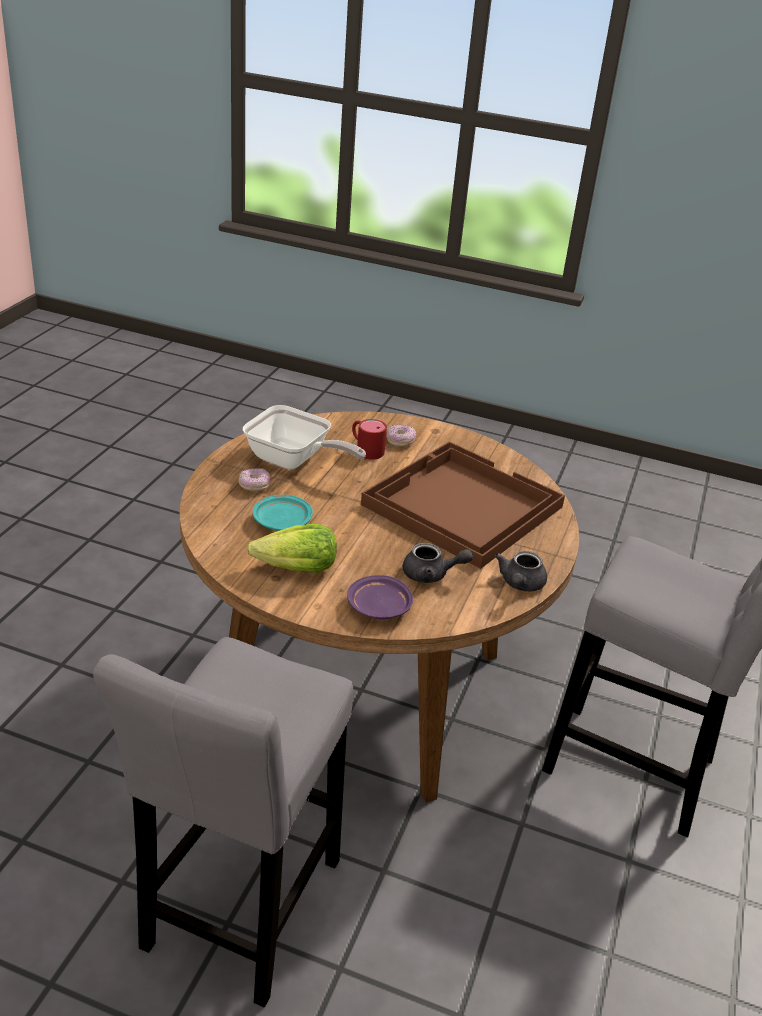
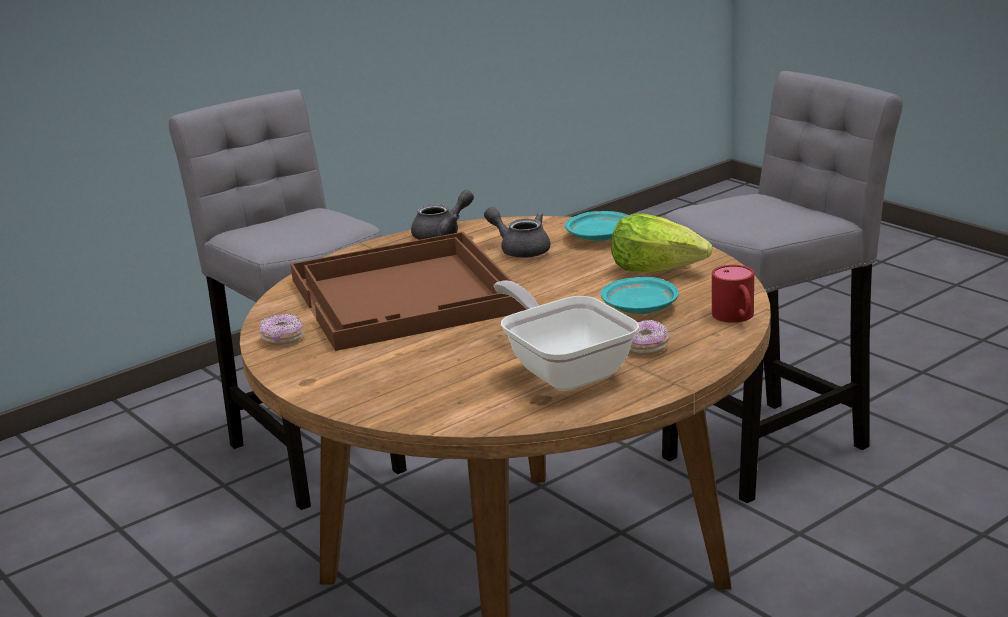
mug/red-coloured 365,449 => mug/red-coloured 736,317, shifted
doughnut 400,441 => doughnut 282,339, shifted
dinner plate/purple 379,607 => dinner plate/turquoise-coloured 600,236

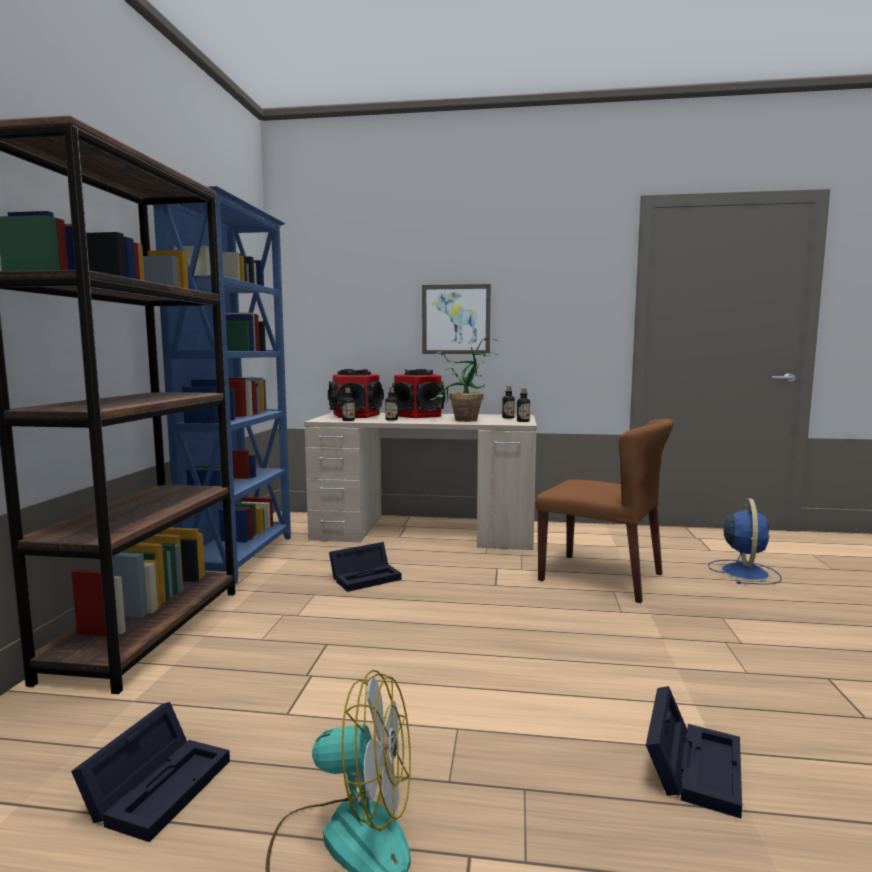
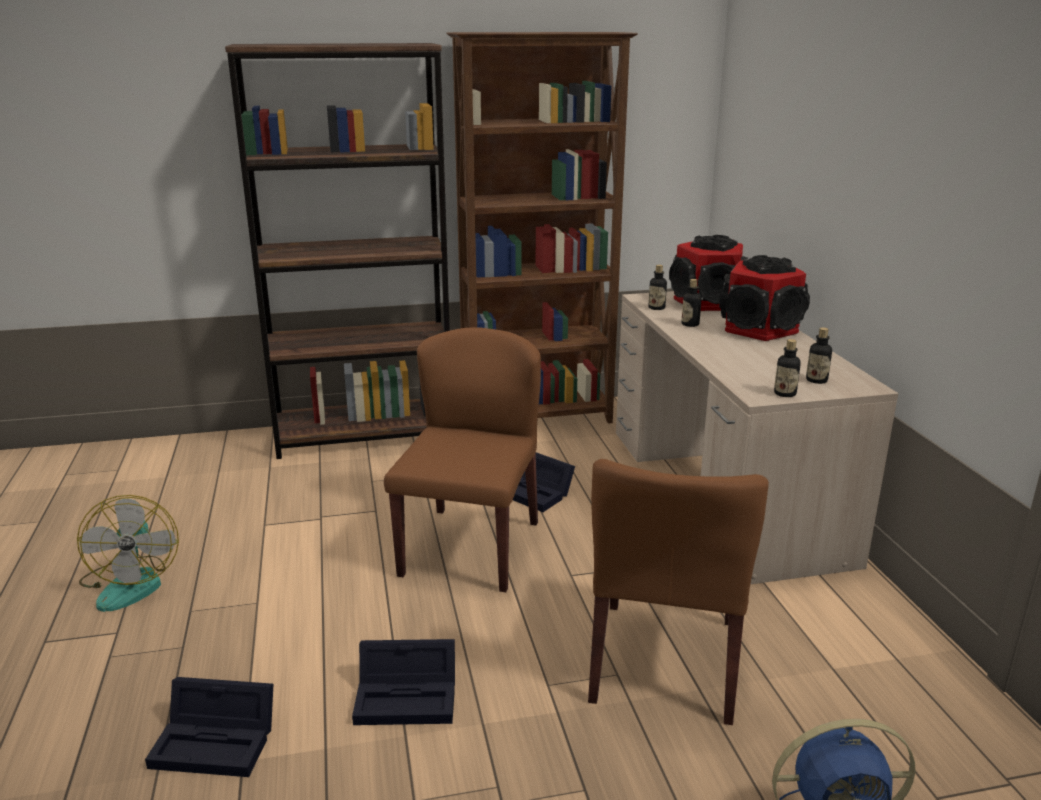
bookcase/blue 242,557 => bookcase/brown 538,418
wall art 456,319 => nothing
houseplant 463,421 => nothing
storage bin/black-coloured 159,785 => storage bin/black-coloured 409,696, shifted
nothing => upright chair/brown 470,547

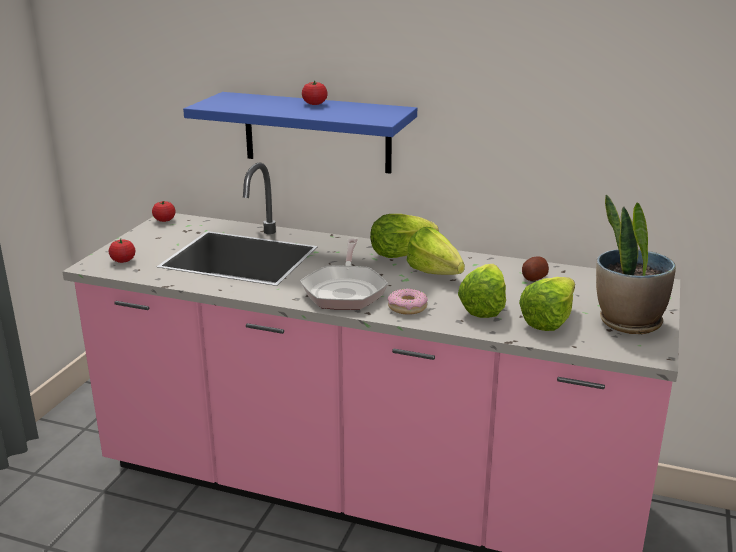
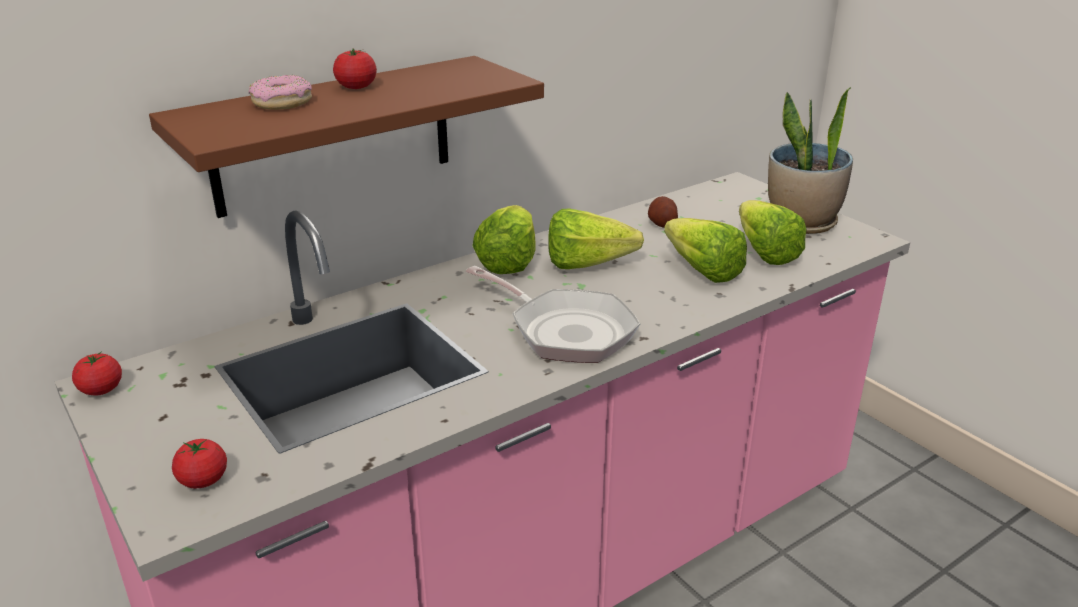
wall shelf/blue 317,132 => wall shelf/brown 333,135
doughnut 407,307 => doughnut 282,102, shifted

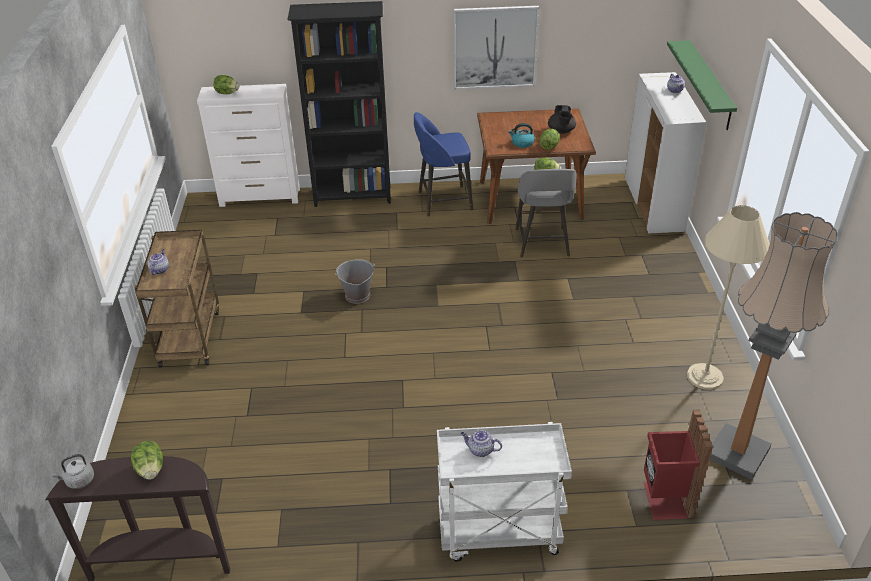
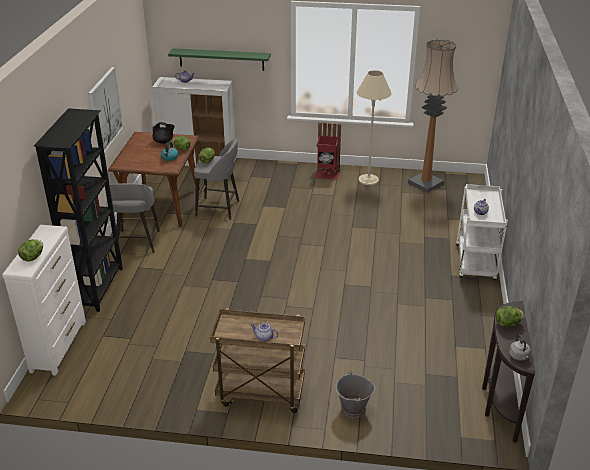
stool/blue 443,201 => stool/gray 137,243
water bucket/gray 357,295 => water bucket/gray 353,409, shifted
trash can/red-coloured 665,500 => trash can/red-coloured 327,174, shifted

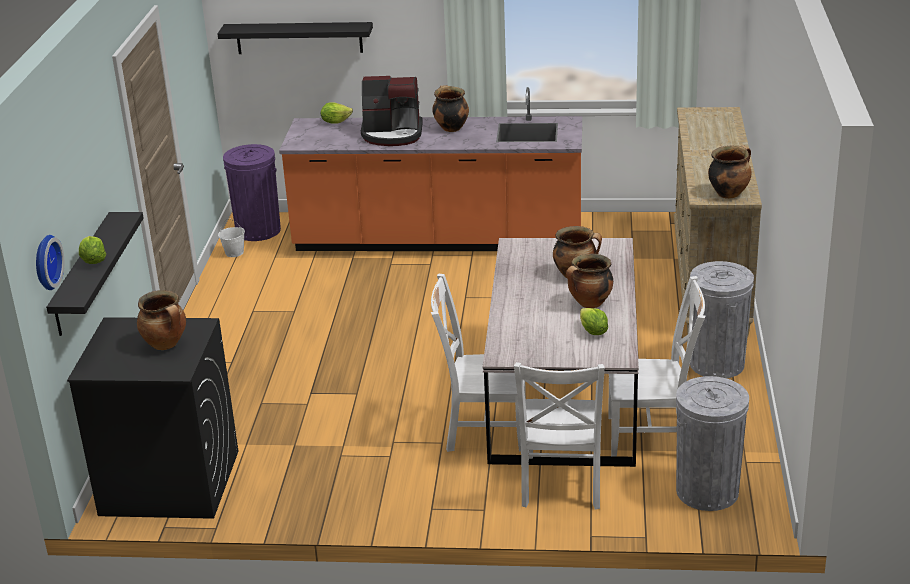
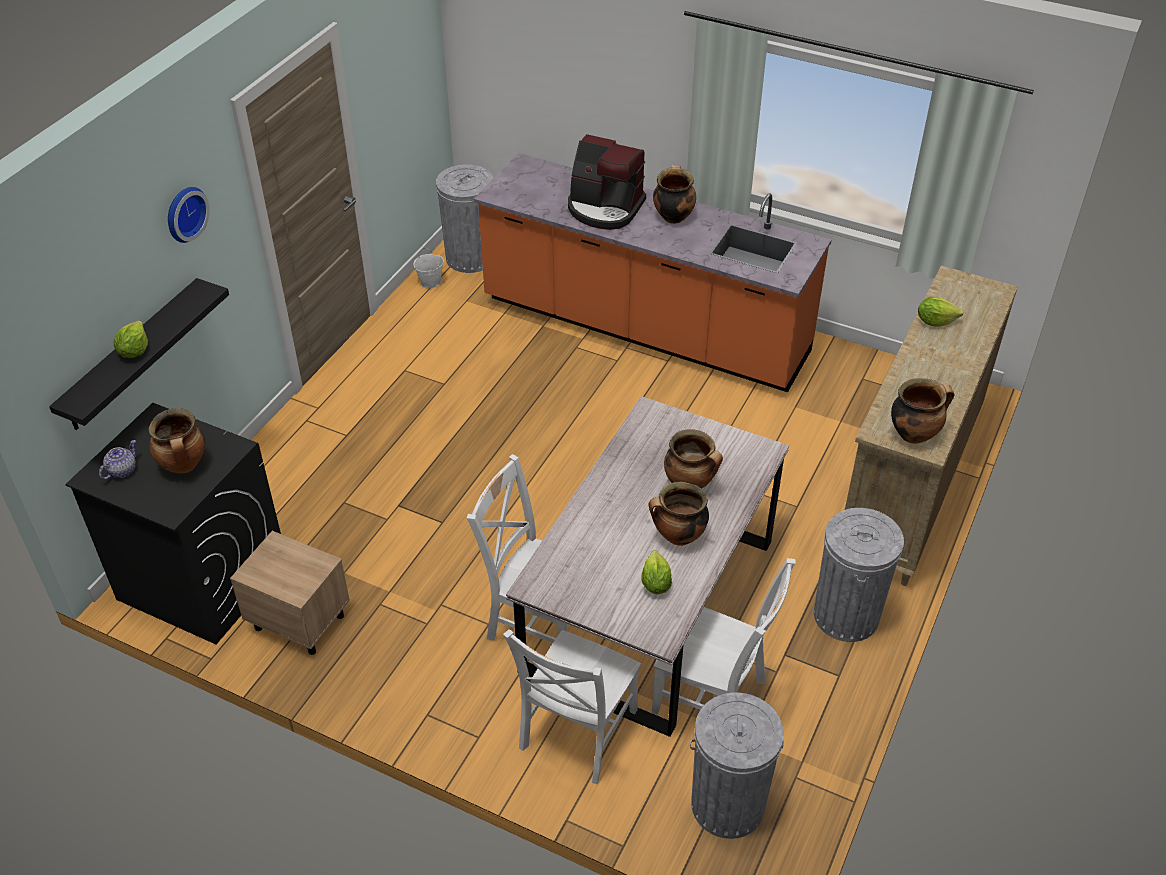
wall shelf/black-coloured 299,38 => nothing
lettuce head 335,122 => lettuce head 935,321, shifted
trash can/purple 258,230 => trash can/gray 470,257
hanging clock 44,262 => hanging clock 183,213, shifted
nothing => teapot 121,470
nothing => nightstand/beige 298,621

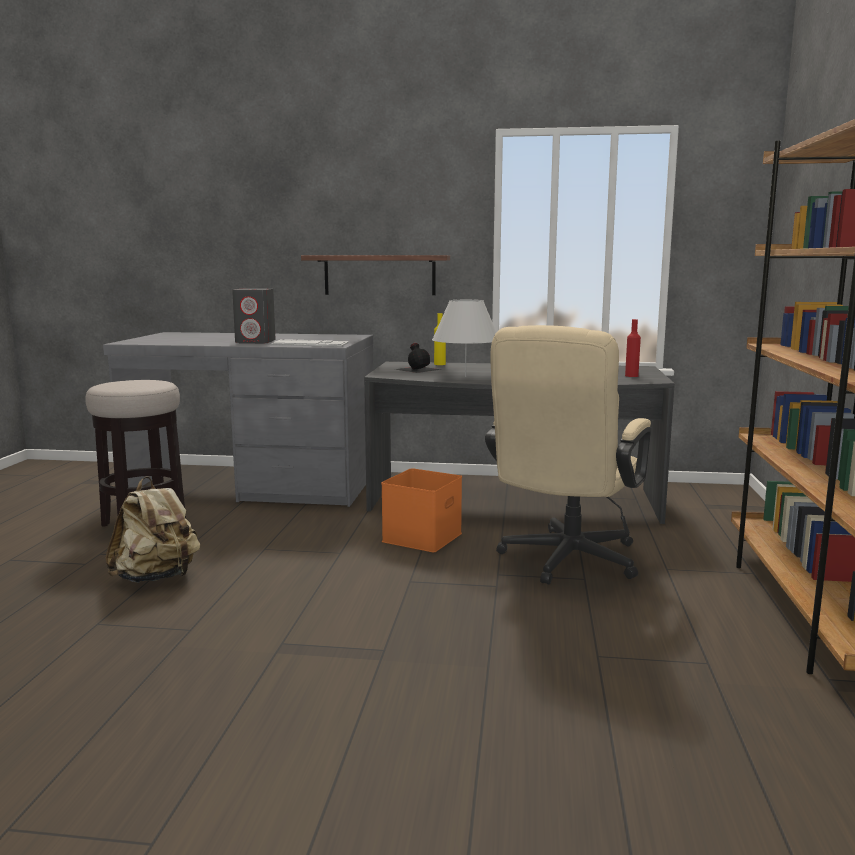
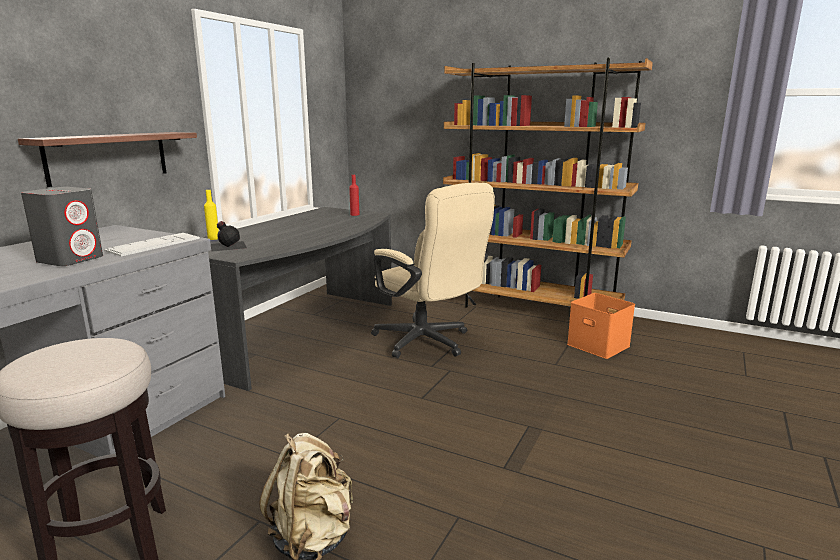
tabletop lamp/white 465,376 => nothing
storage bin/orange-coloured 422,538 => storage bin/orange-coloured 599,345, shifted

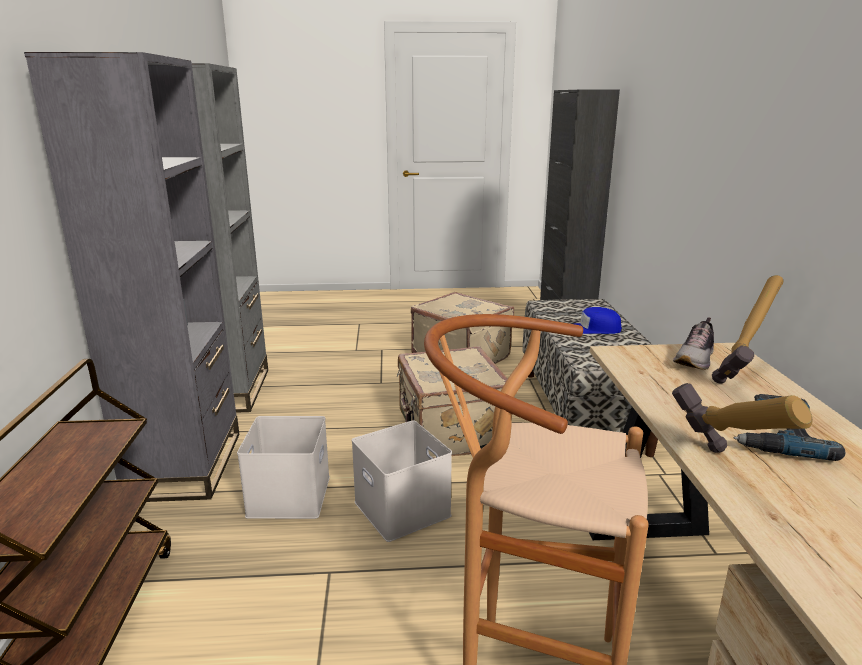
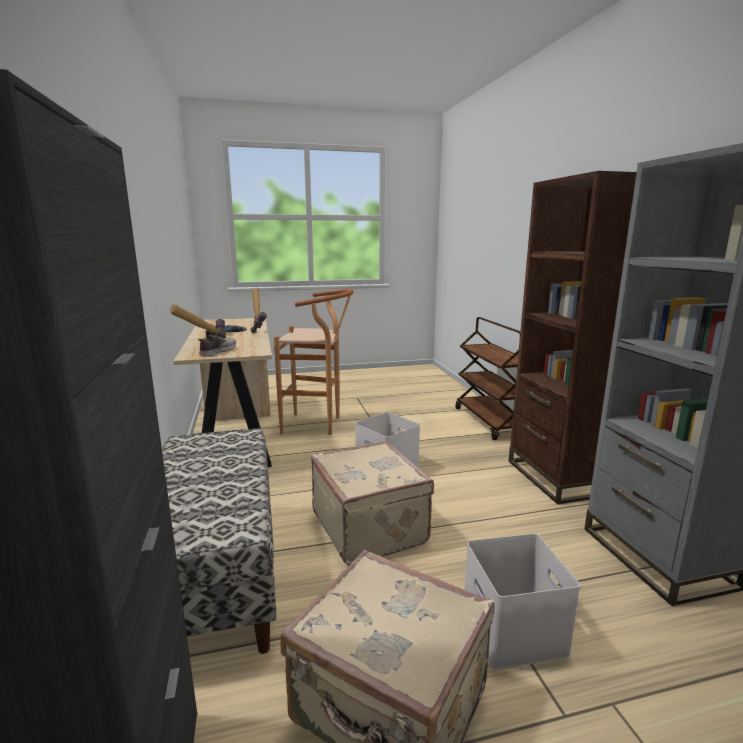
bookcase/gray 186,465 => bookcase/brown 557,477
baseball cap/blue 593,330 => nothing
storage bin/white 288,495 => storage bin/white 515,630, shifted

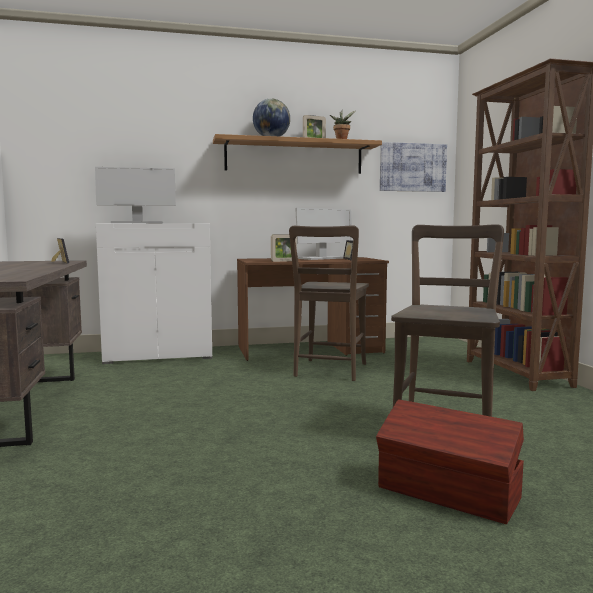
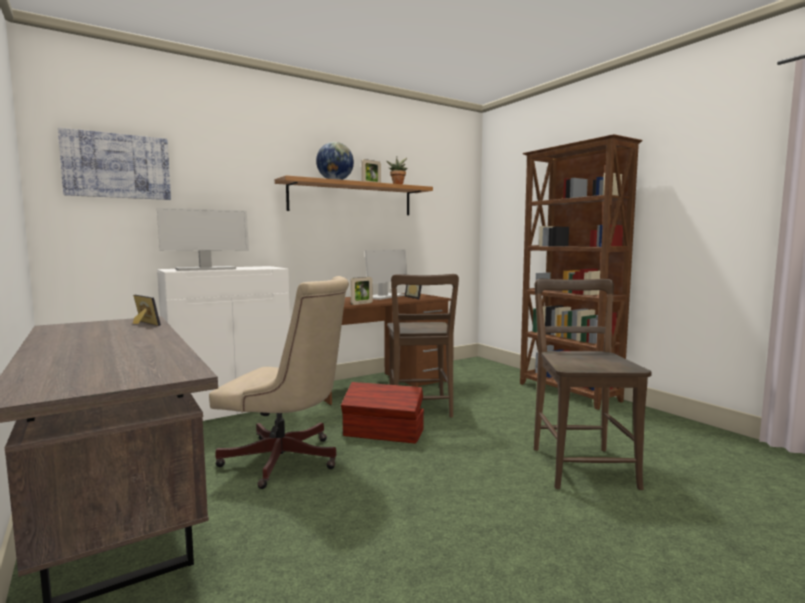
wall art 412,167 => wall art 117,166, shifted
storage bin/brown 448,494 => storage bin/brown 384,433, shifted
nothing => computer chair/beige 287,461

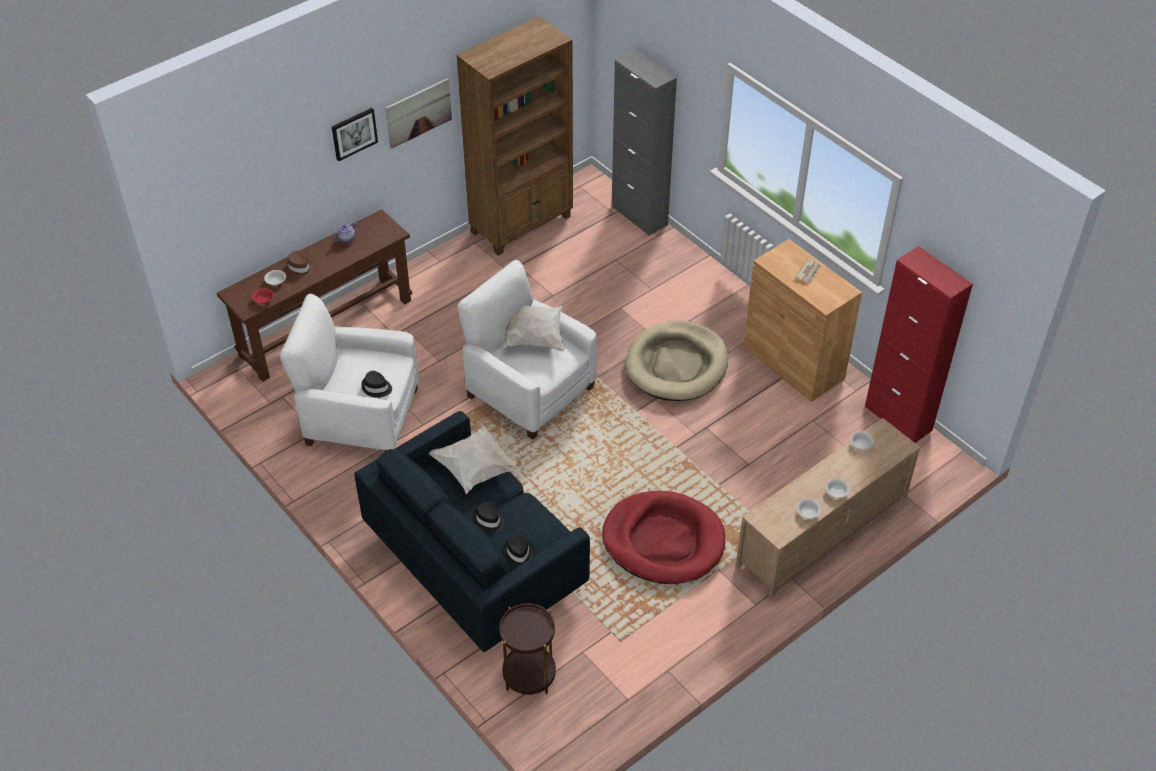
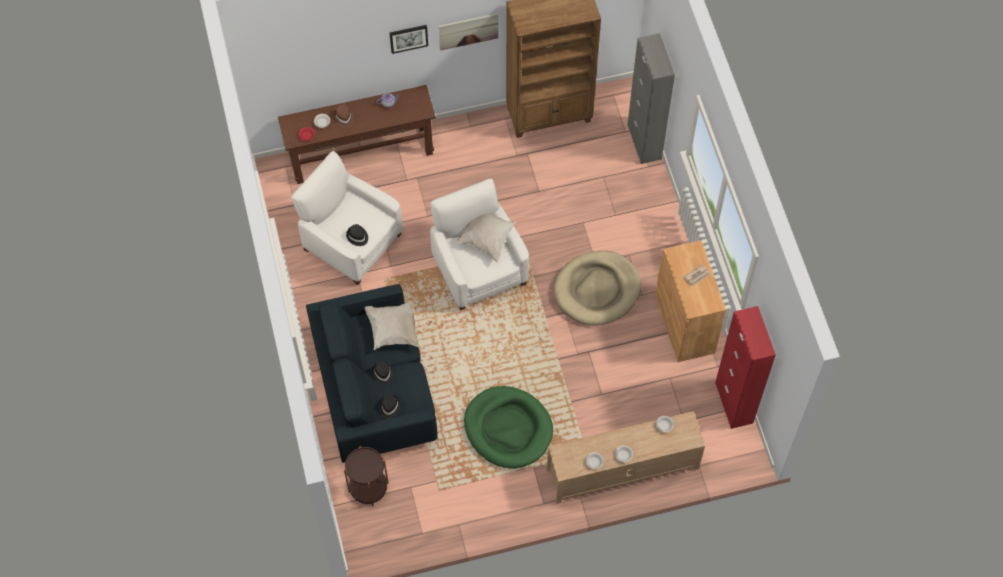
dog cushion/red-coloured 663,541 => dog cushion/green 508,429

